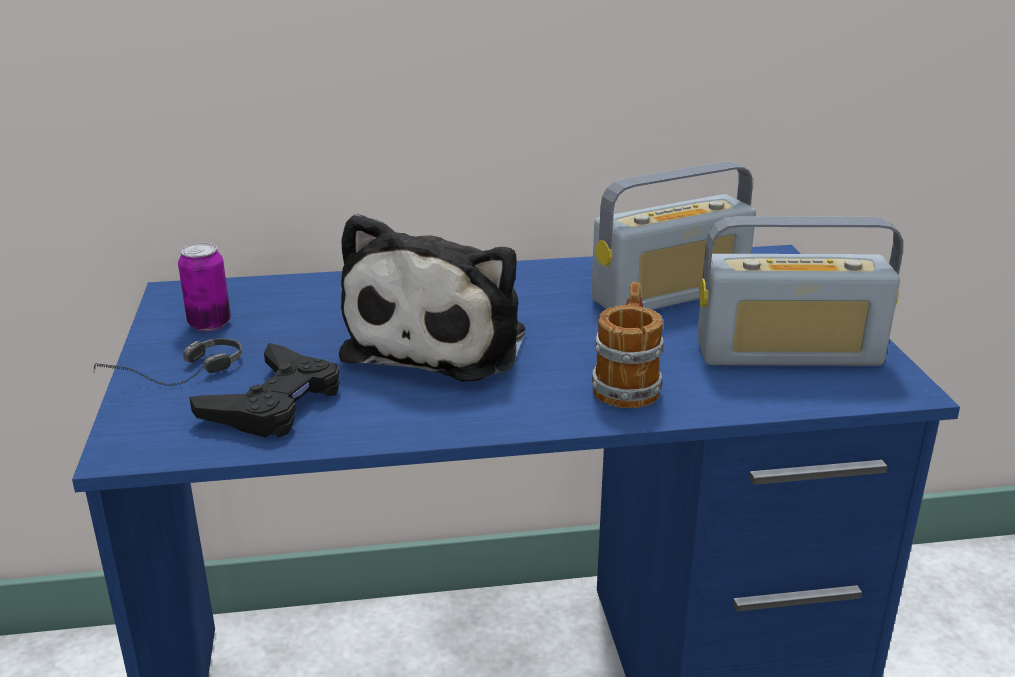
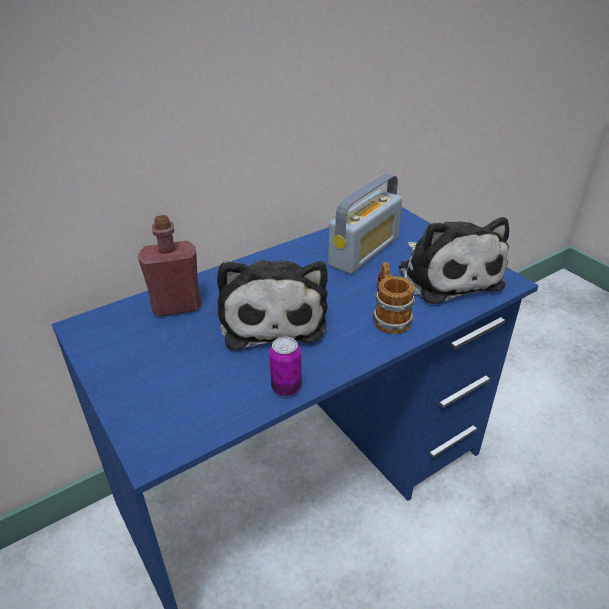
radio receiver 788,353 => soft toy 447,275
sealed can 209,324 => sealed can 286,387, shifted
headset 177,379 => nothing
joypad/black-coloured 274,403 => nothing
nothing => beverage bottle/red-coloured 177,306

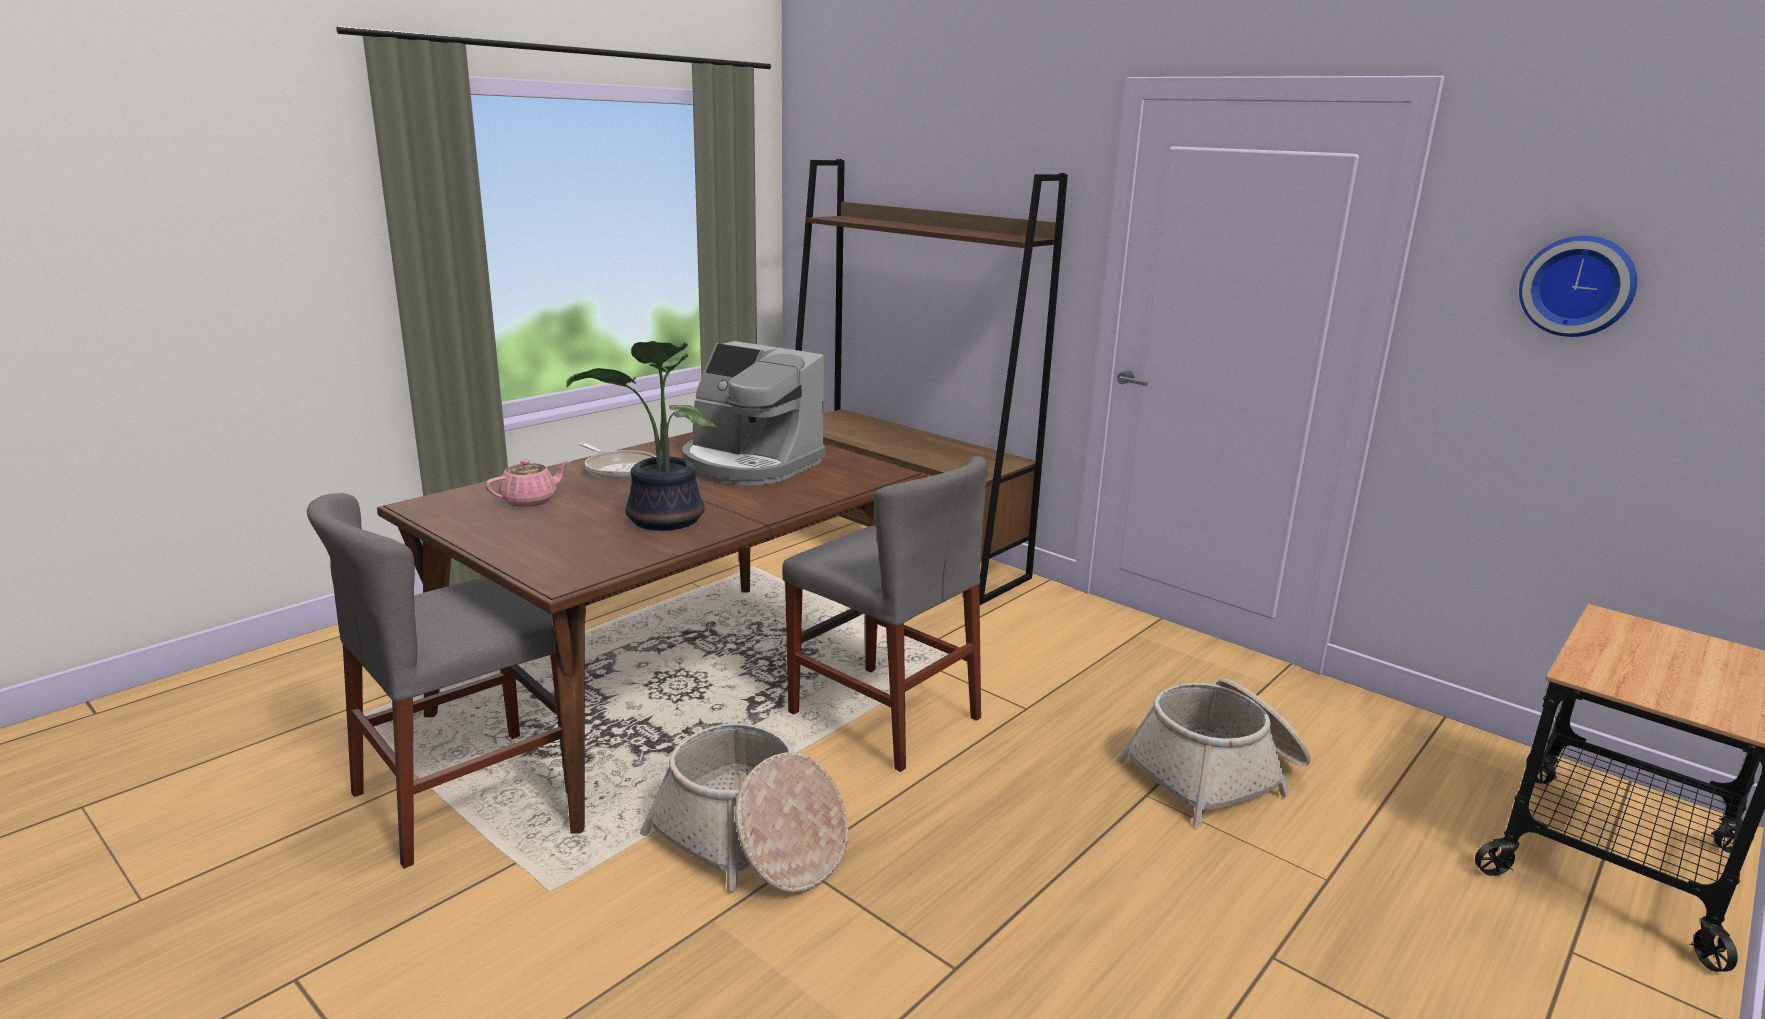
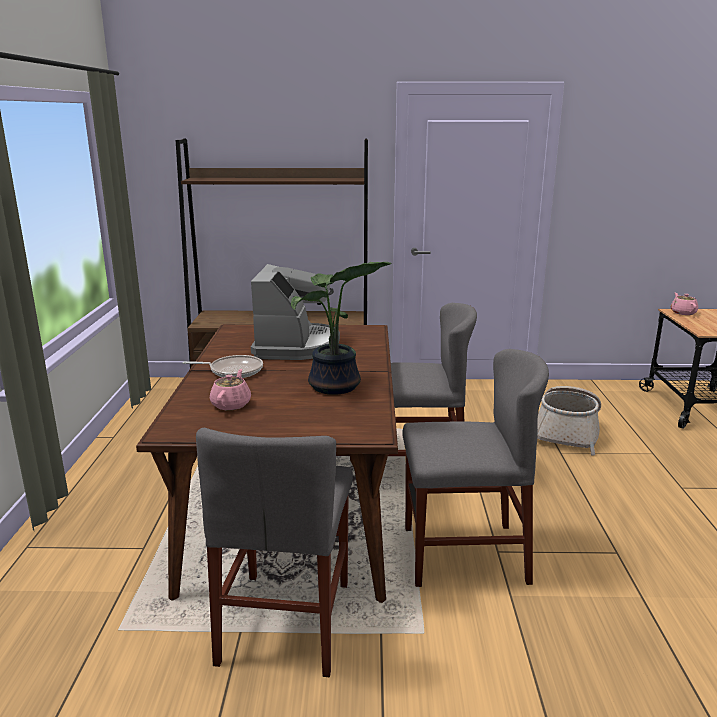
hanging clock 1578,286 => nothing
coffee brewer 749,464 => coffee brewer 296,346, 75 degrees counterclockwise
household basket 750,841 => upright chair/gray 464,554
nothing => teapot/pinkish 682,312

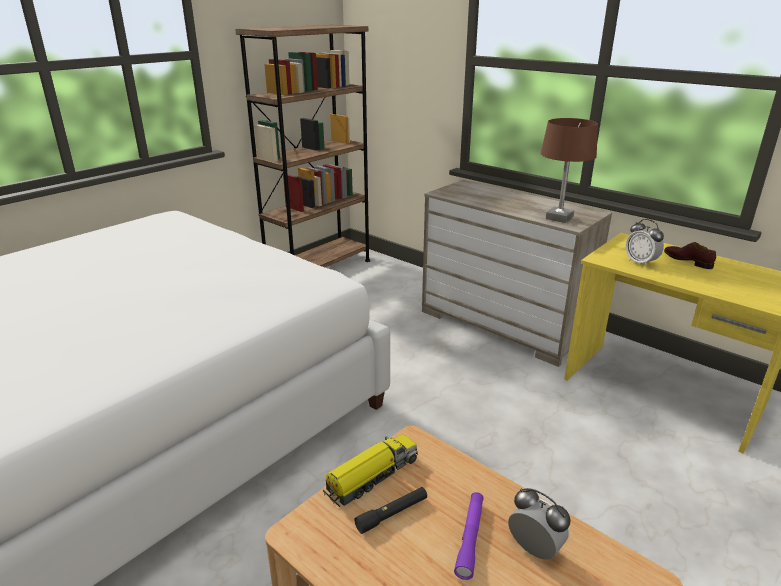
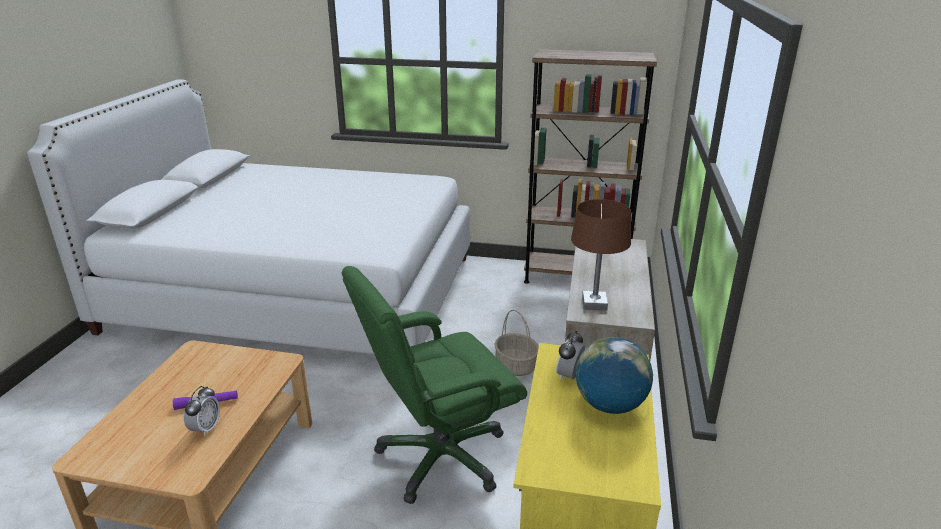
shoe/brown 687,260 => globe 610,405
toy truck 371,476 => nothing
hand torch/black-coloured 392,514 => nothing
nothing => computer chair/green 440,457
nothing => household basket 515,366

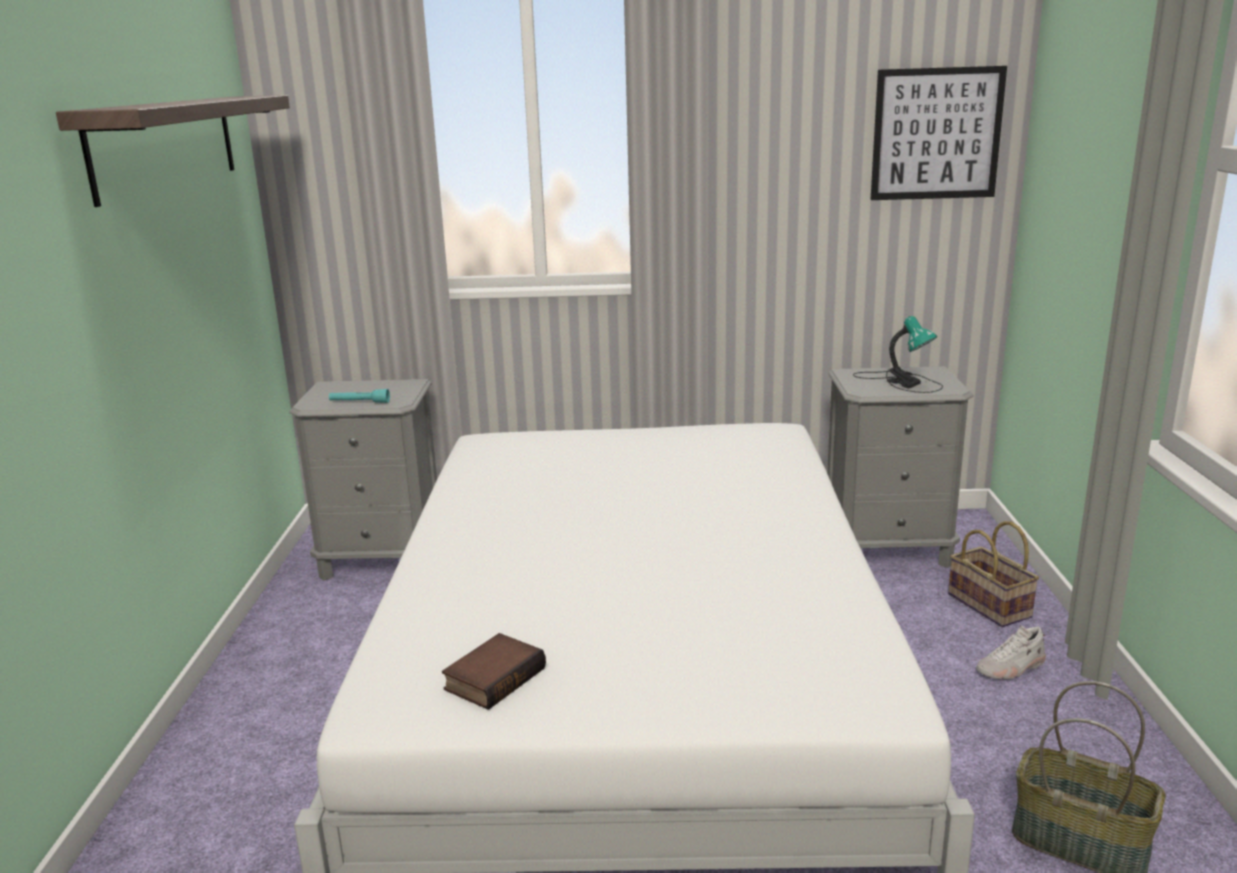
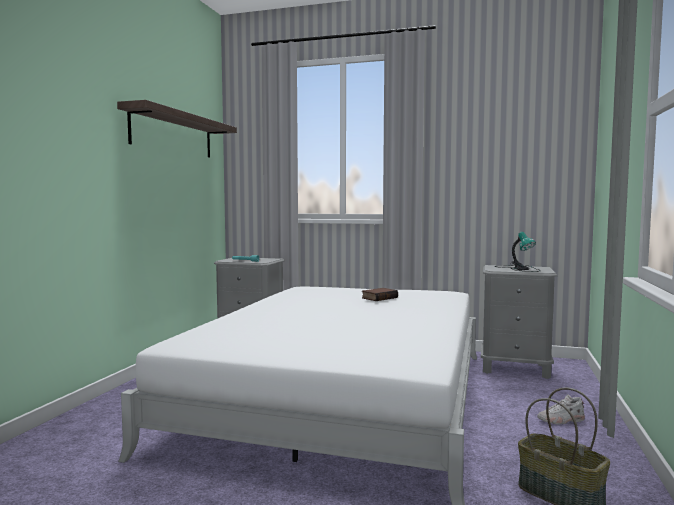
wall art 936,134 => nothing
household basket 991,606 => nothing
book 494,677 => book 379,297, shifted

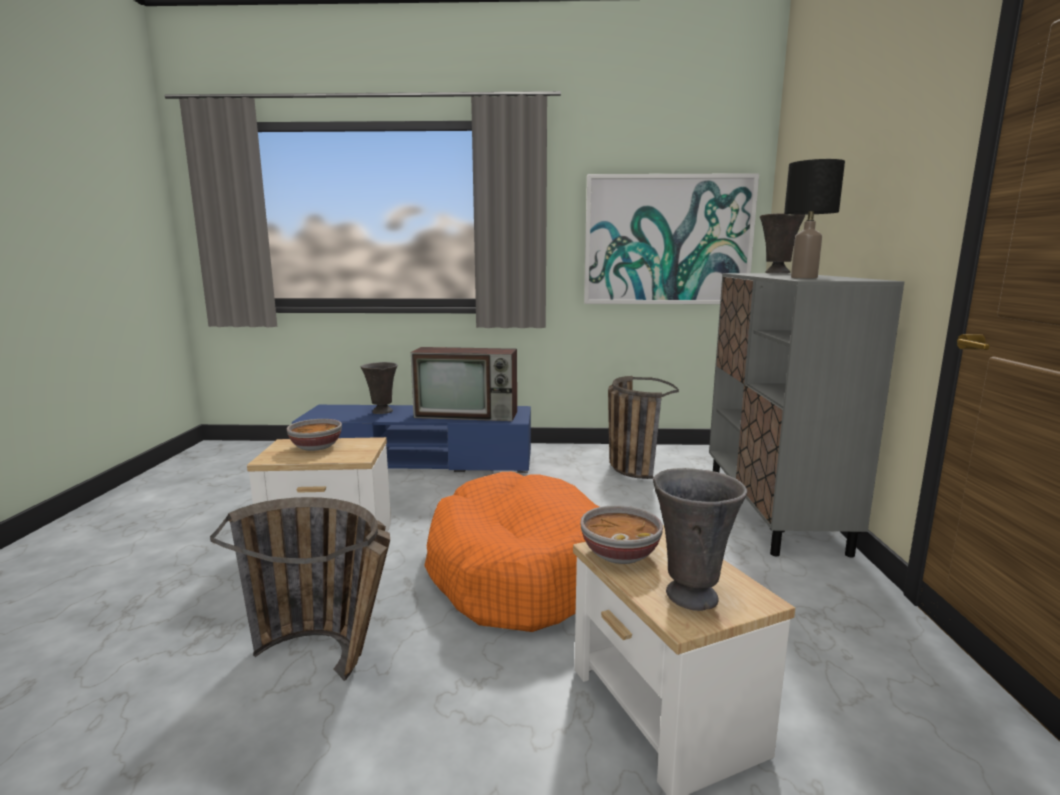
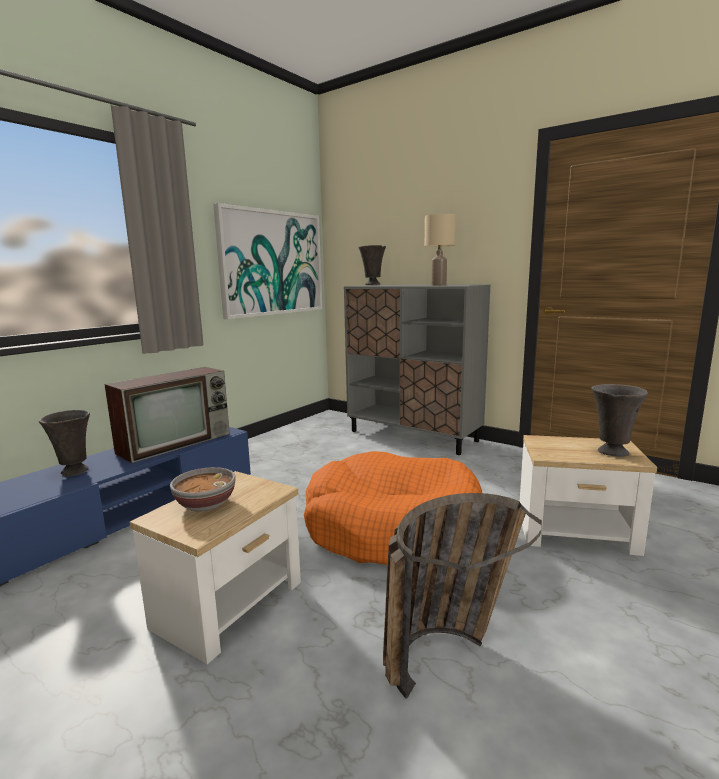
tabletop lamp/black-coloured 803,278 => tabletop lamp/beige 438,285
household basket 628,464 => nothing
bowl 619,553 => nothing

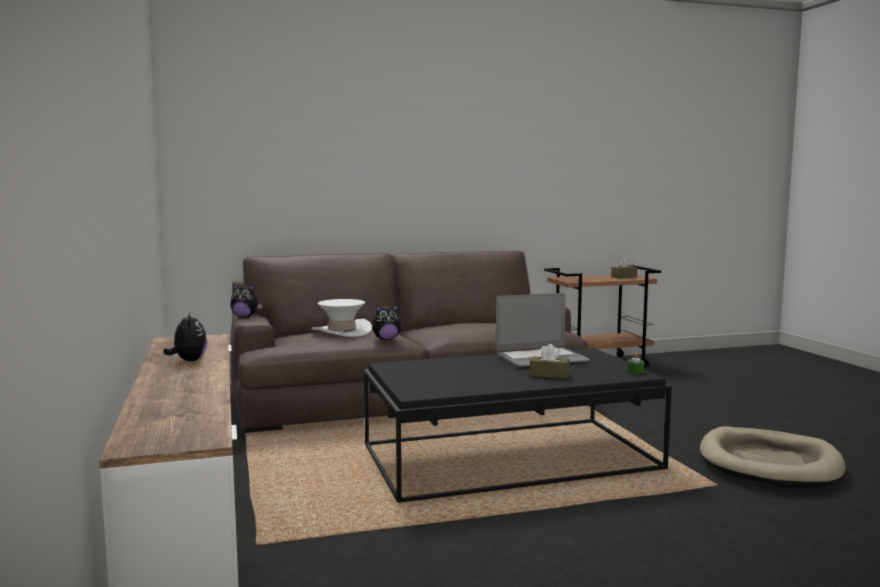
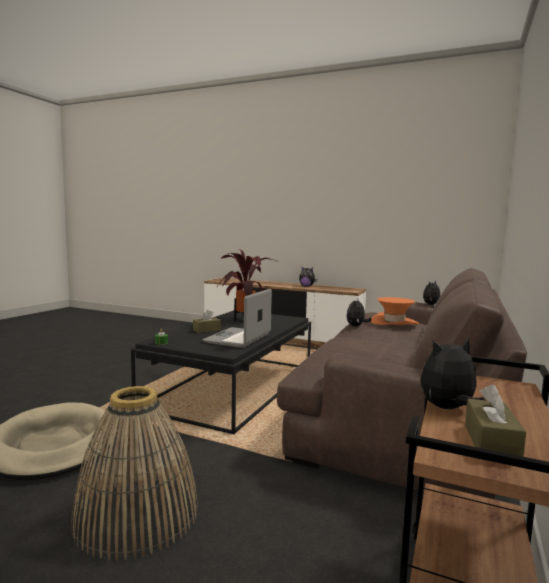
clothing hat/white 342,331 => clothing hat/orange-coloured 394,322
nothing => houseplant 243,320
nothing => soft toy 448,409
nothing => household basket 136,515

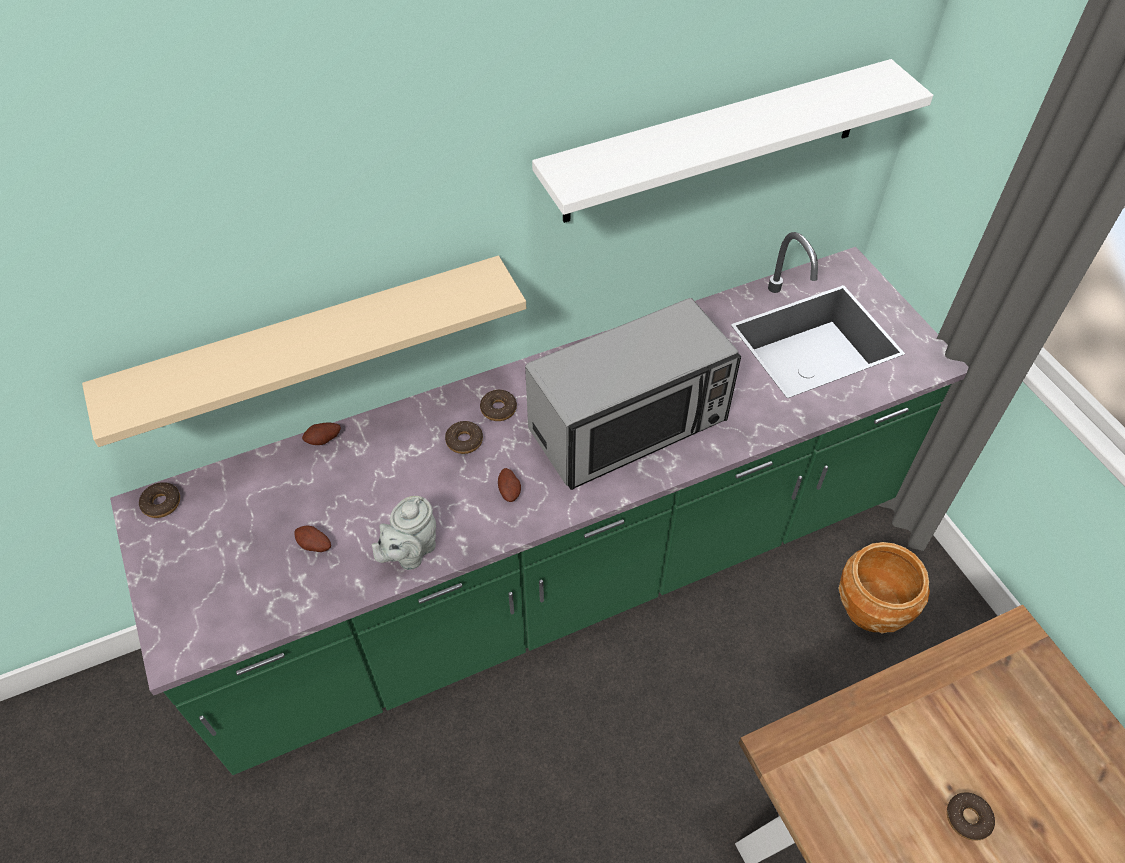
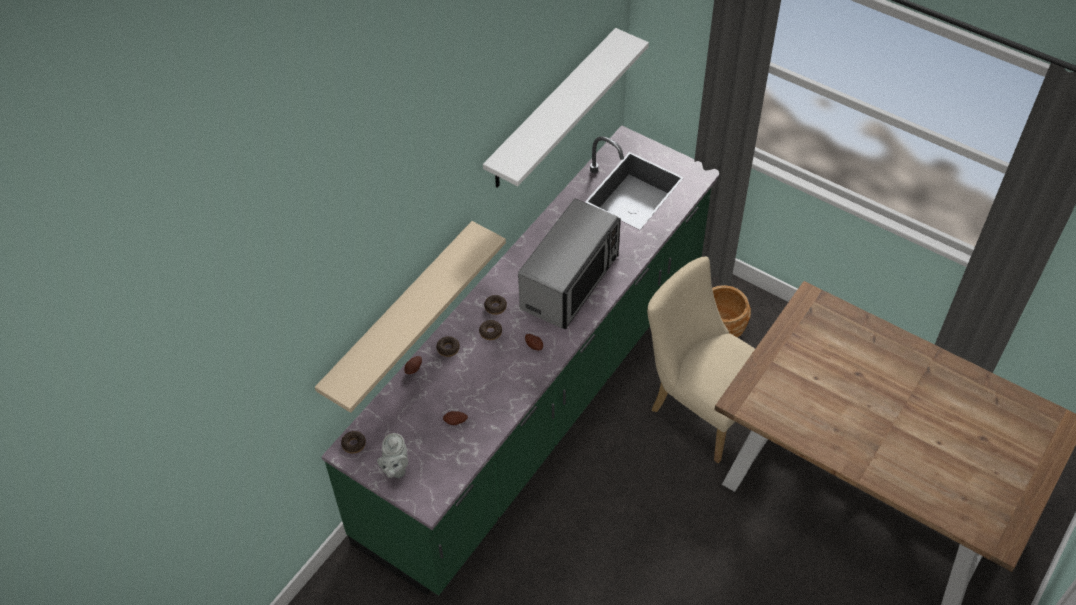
teapot/gray 410,552 => teapot/gray 395,468, shifted
doughnut 967,818 => doughnut 448,348, shifted
nothing => upright chair/beige 701,406

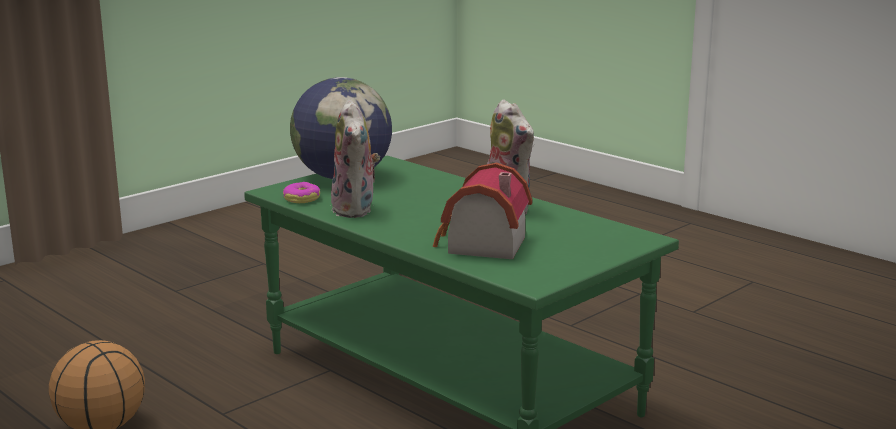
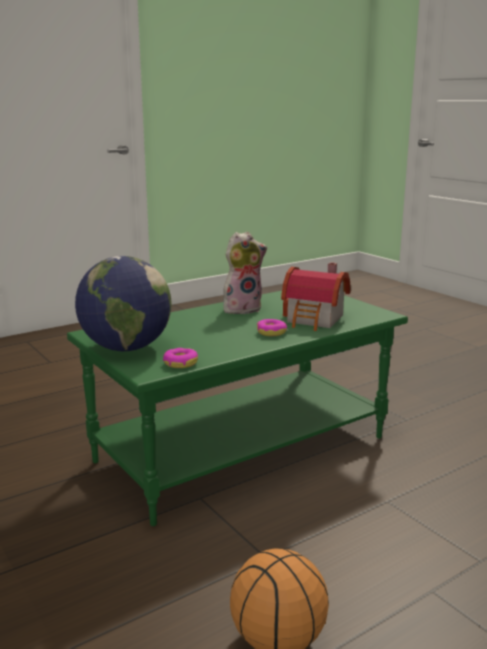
soft toy 356,210 => nothing
nothing => doughnut 271,332

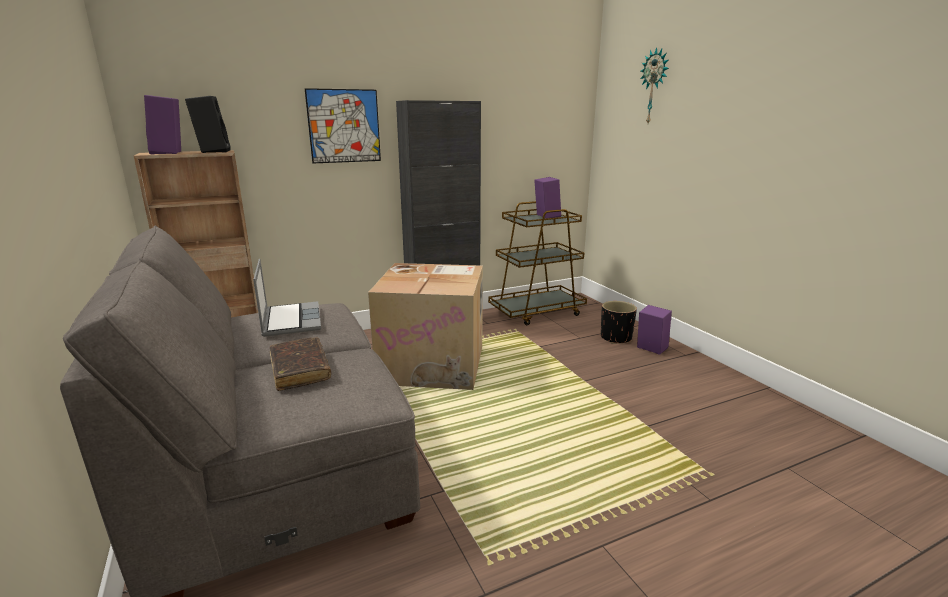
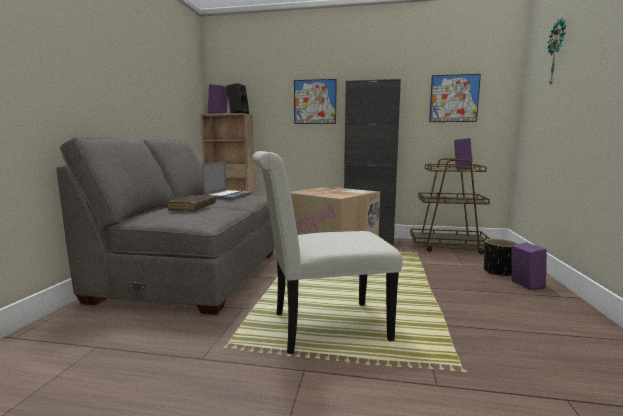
nothing => wall art 454,98
nothing => upright chair/white 321,327

